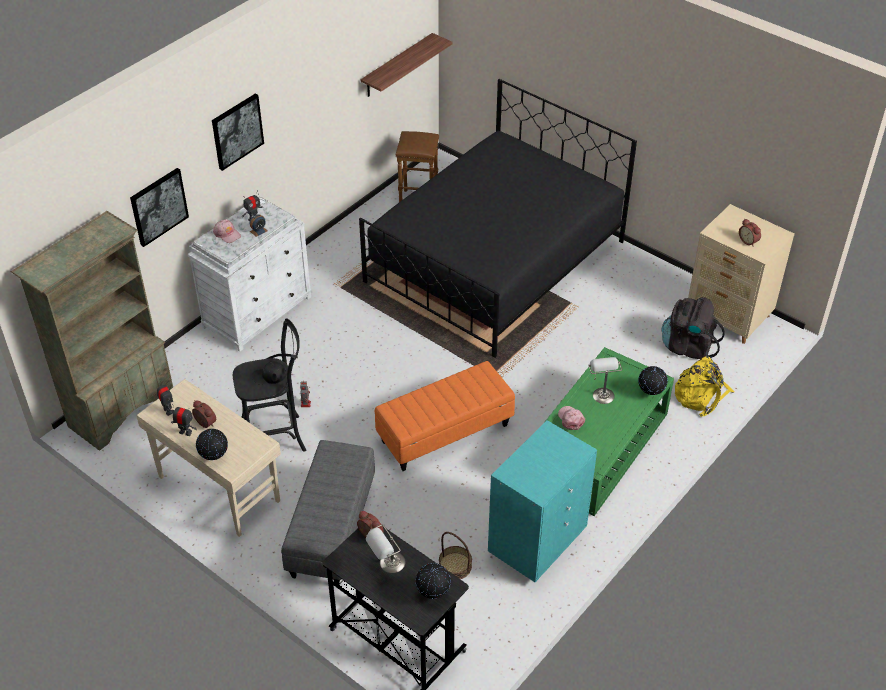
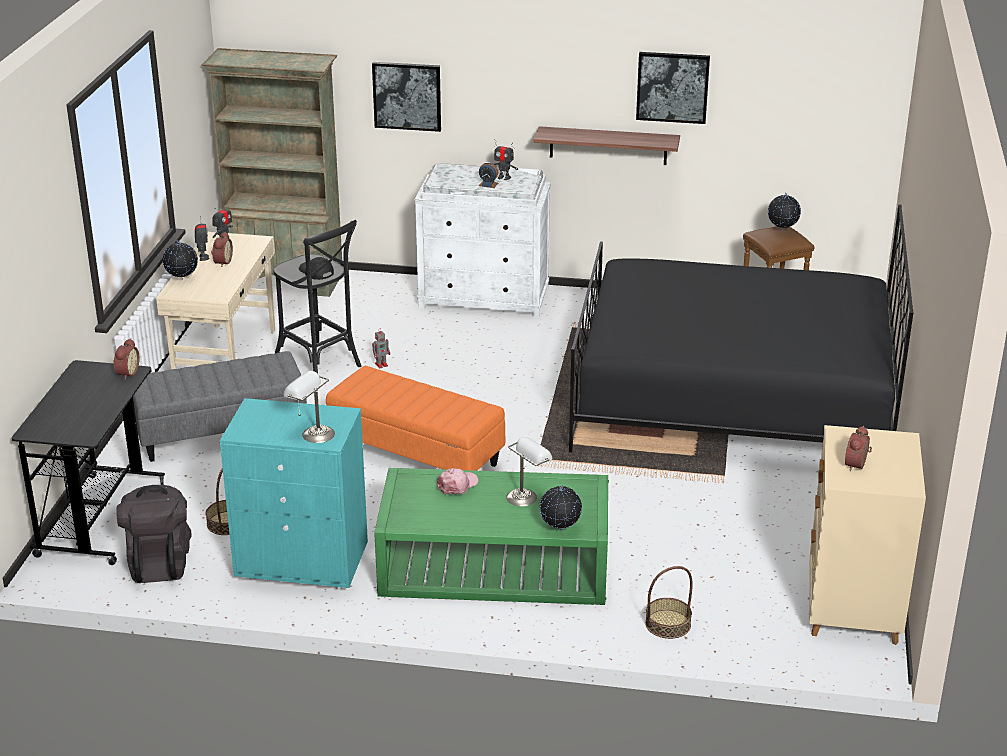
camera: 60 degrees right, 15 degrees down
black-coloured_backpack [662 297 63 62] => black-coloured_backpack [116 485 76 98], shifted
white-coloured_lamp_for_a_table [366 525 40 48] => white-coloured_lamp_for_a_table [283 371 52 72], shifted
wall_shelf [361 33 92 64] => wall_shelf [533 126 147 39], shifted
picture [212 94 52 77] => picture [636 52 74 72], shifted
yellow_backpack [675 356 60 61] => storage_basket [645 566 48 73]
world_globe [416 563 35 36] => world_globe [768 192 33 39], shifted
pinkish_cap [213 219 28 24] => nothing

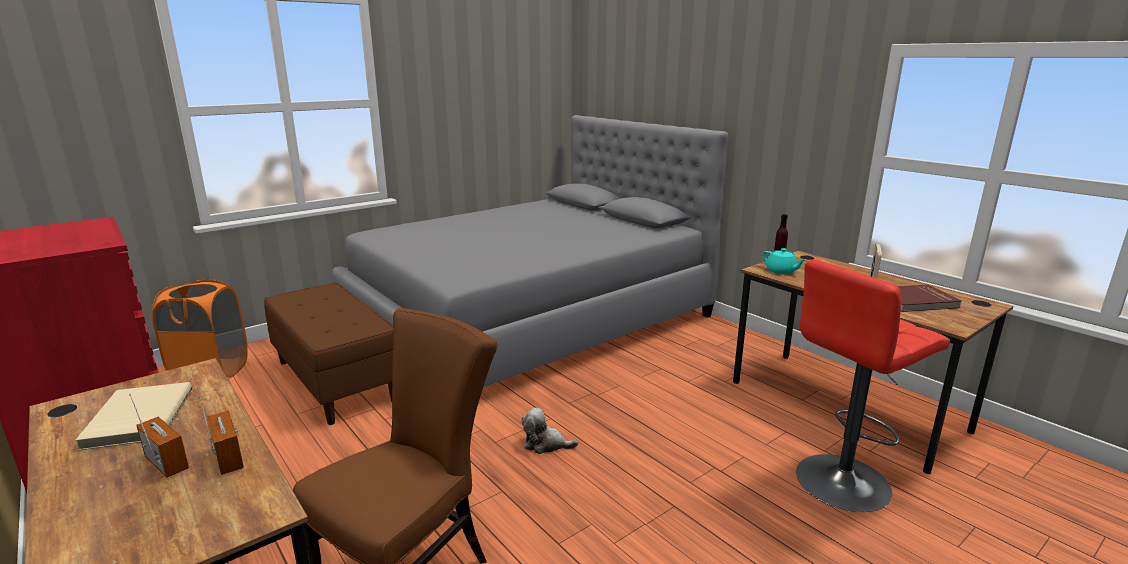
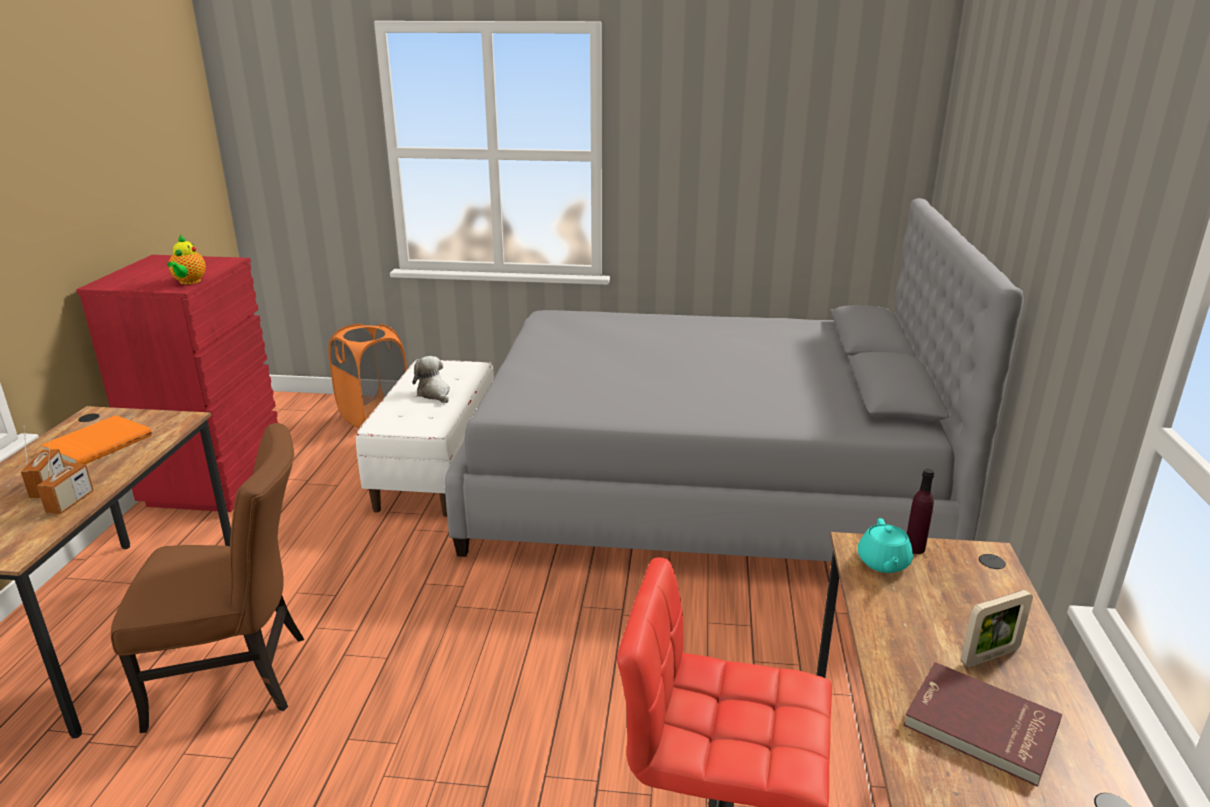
camera: 45 degrees right, 5 degrees up
beige-coloured_bound_book [75 382 117 68] => orange-coloured_bound_book [42 415 110 49]
nothing => pot_for_tea [167 235 39 49]
brown-coloured_bench [264 283 129 142] => white-coloured_bench [356 359 138 158]
soft_toy [521 408 57 46] => soft_toy [412 356 38 47], shifted

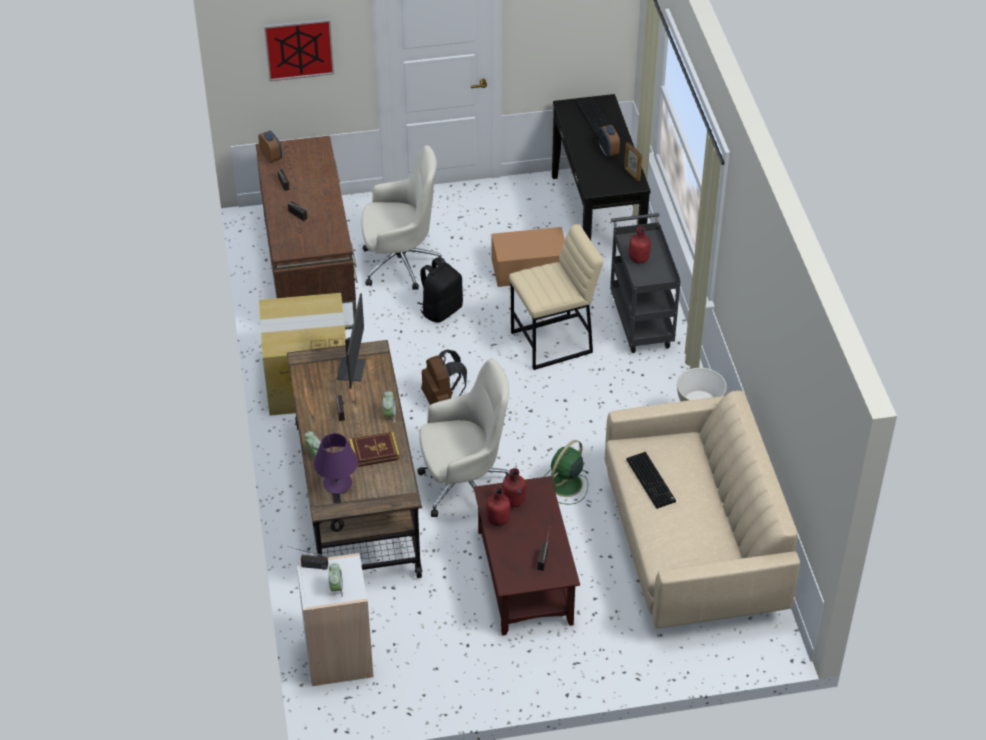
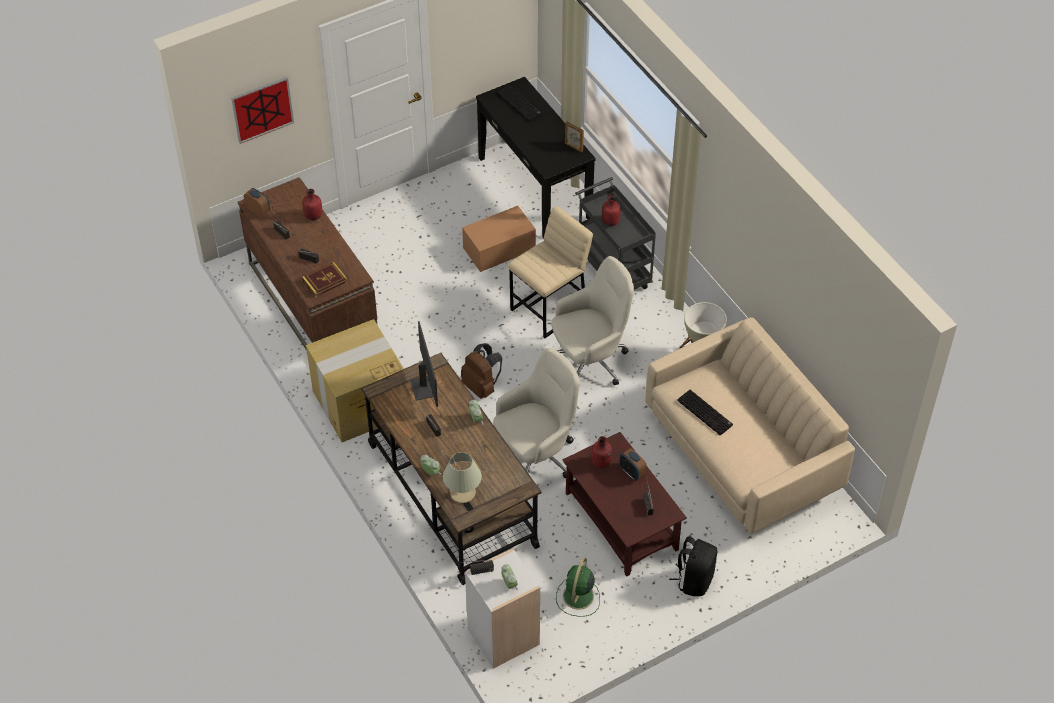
camera: 20 degrees left, 5 degrees up
red-coloured_bottle [486 487 25 39] => red-coloured_bottle [302 189 20 31], shifted
bound_book [349 432 51 35] => bound_book [302 262 45 35], shifted
purple_lamp_for_a_table [313 433 45 61] => beige-coloured_lamp_for_a_table [443 452 39 51]
beige-coloured_office_chair [362 145 83 145] => beige-coloured_office_chair [551 256 83 129], shifted
green_cooling_fan [544 440 45 65] => green_cooling_fan [556 557 44 60], shifted
alarm_clock [598 125 22 32] => alarm_clock [620 448 27 33], shifted
black-coloured_backpack [417 257 46 66] => black-coloured_backpack [669 536 48 60], shifted

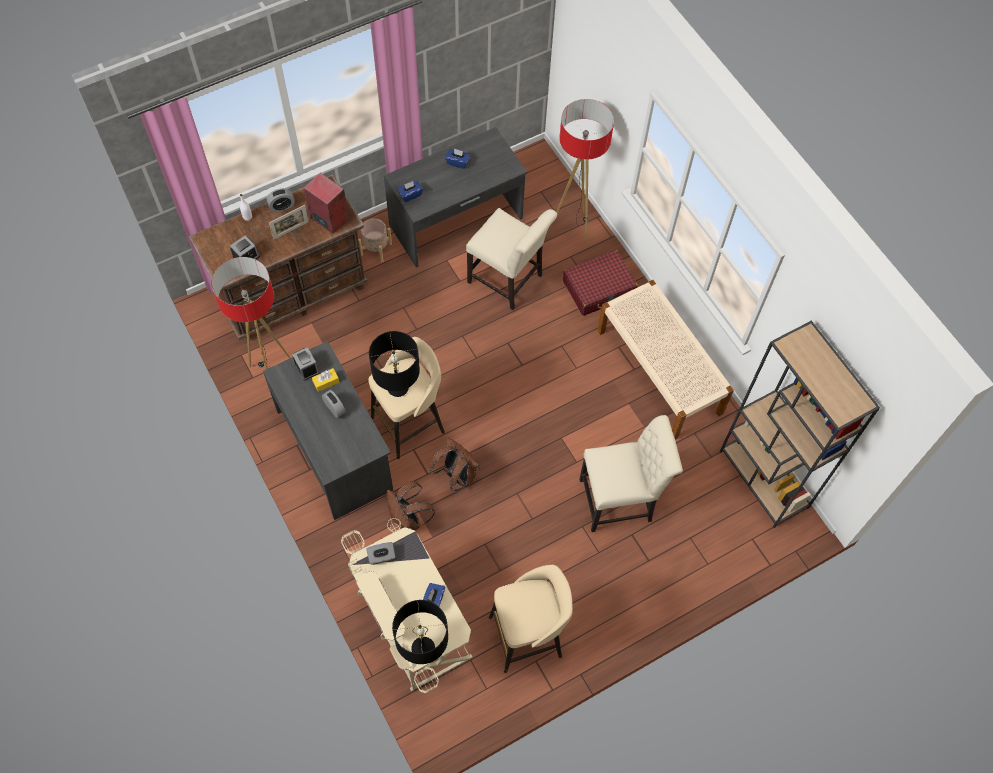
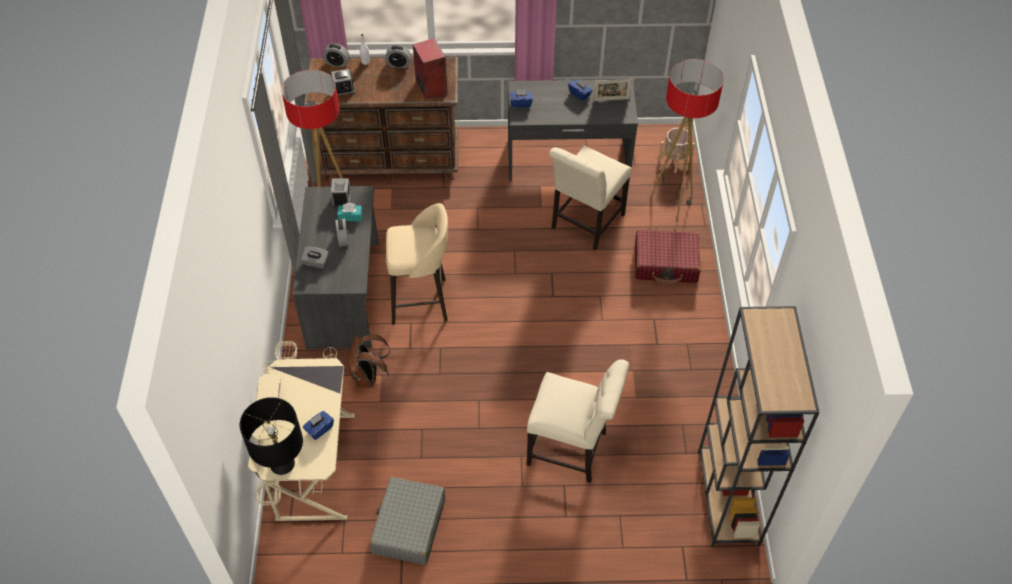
camera: 30 degrees right, 10 degrees down
greyish_tissue_box [366 542 29 23] => greyish_tissue_box [301 247 28 21], shifted
nothing => alarm_clock [323 43 26 24]
yellow_tissue_box [312 368 27 24] => blue-green_tissue_box [337 203 25 18]
beige-coloured_sitting_stool [489 565 84 108] => greyish_travel_case [370 477 75 88]
beige-coloured_plain_chair [466 208 91 102] => beige-coloured_plain_chair [549 146 83 104], 60 degrees clockwise
photo_frame [269 205 40 34] => photo_frame [593 79 39 22], shifted
beige-coloured_plant_pot [358 219 34 43] => beige-coloured_plant_pot [658 128 37 45], shifted
black-coloured_lamp_for_a_table [369 331 51 66] => nothing
brown-coloured_backpack [430 438 51 53] => nothing
beige-coloured_bench [597 280 137 160] => nothing

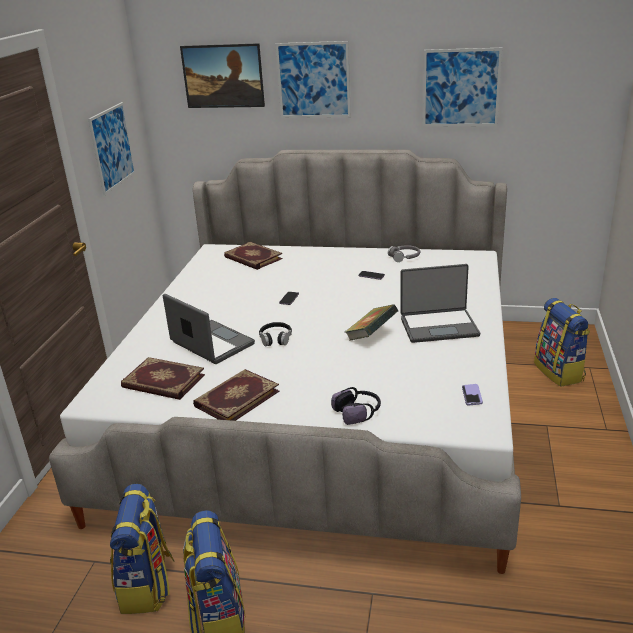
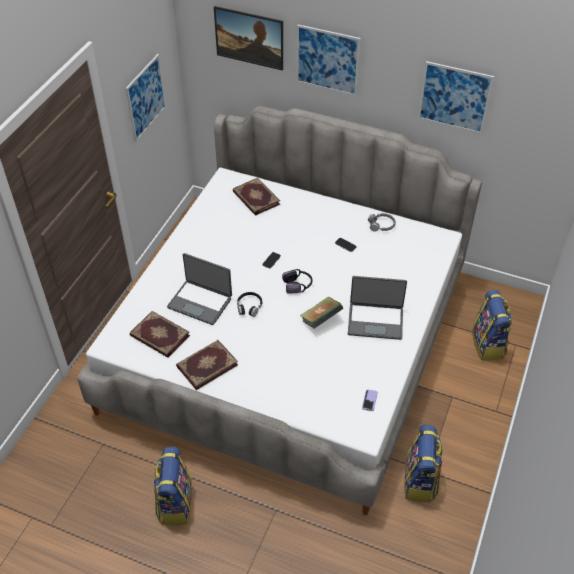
camera: 10 degrees right, 20 degrees up
portable_computer [163 294 92 70] => portable_computer [167 253 65 72], 150 degrees clockwise
headphones [331 387 50 38] => headphones [282 269 30 25], shifted
backpack [110 484 64 130] => backpack [404 425 38 78], shifted

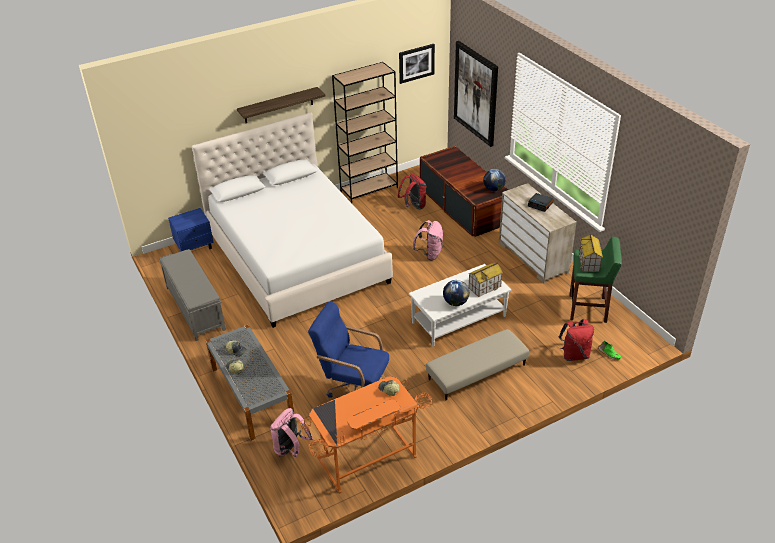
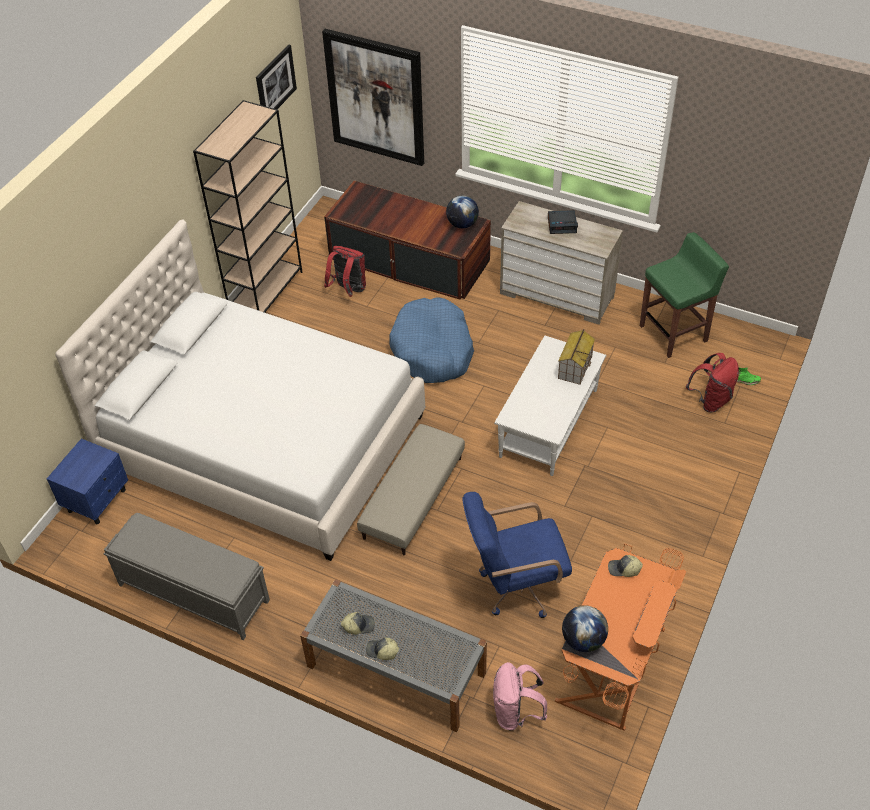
camera: 35 degrees left, 10 degrees up
beige-coloured_ottoman [426 329 103 71] => beige-coloured_ottoman [357 424 108 131], shifted
pinkish_backpack [413 220 30 41] => blue-coloured_pet_bed [389 297 85 86]
world_globe [443 280 26 26] => world_globe [562 605 46 47], shifted
wall_shelf [237 87 88 36] => nothing
miniature_house [579 234 24 38] => nothing

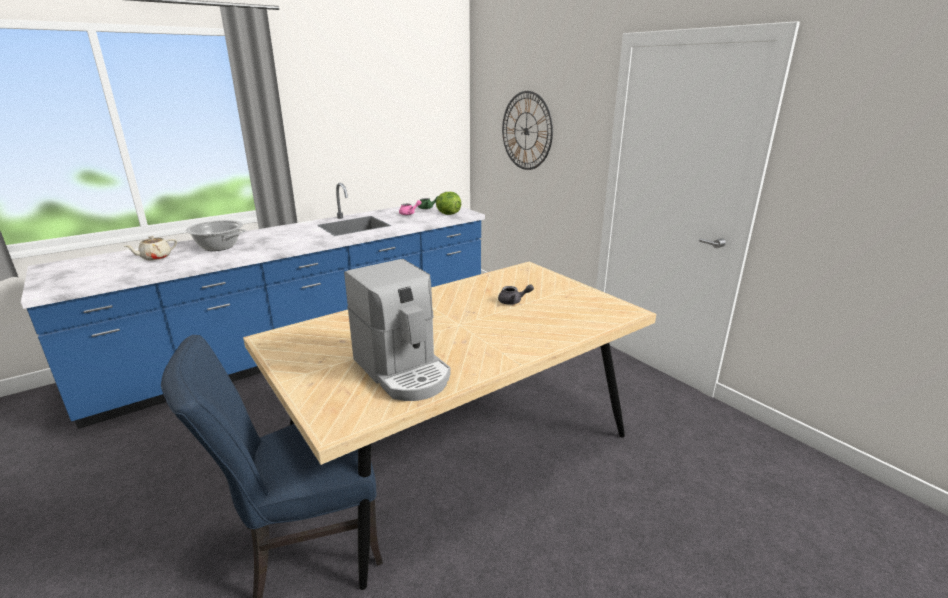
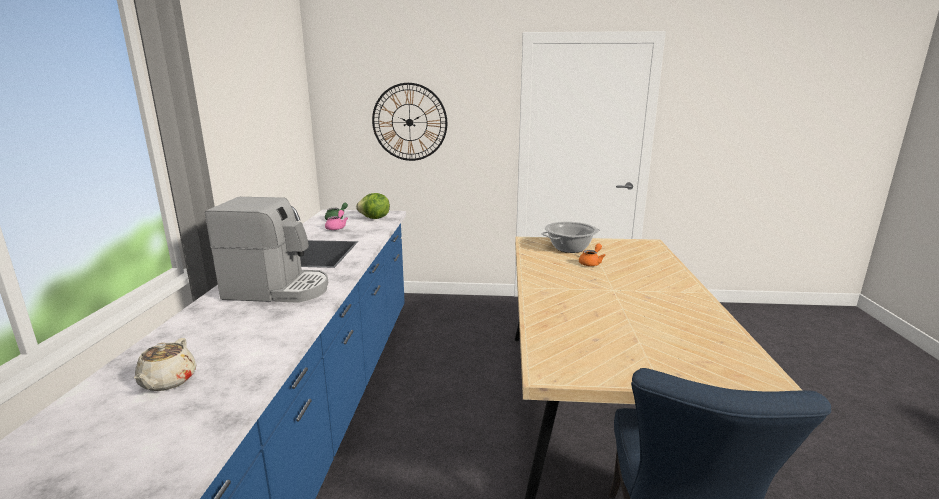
camera: 50 degrees left, 5 degrees down
coffee_machine [344 259 107 142] => coffee_machine [205 197 123 106], shifted
stockpot [185 220 61 31] => stockpot [541 222 59 31], shifted
greyish_pot_for_tea [498 284 36 21] => orange-coloured_pot_for_tea [579 244 27 22]

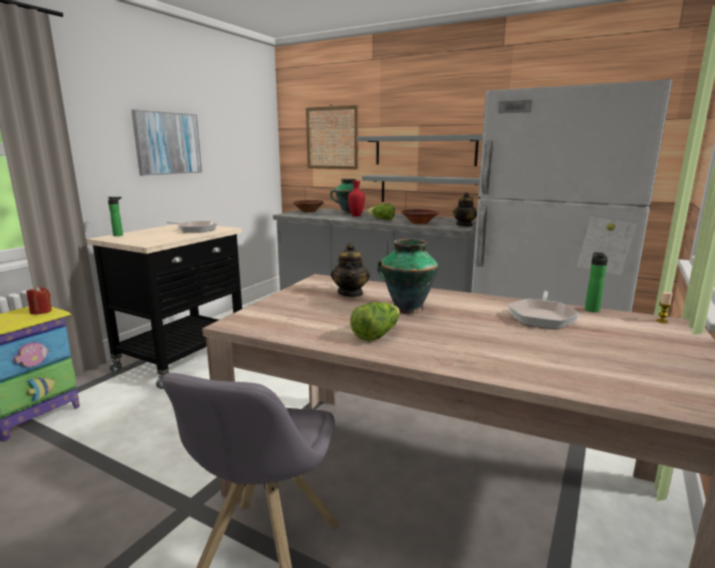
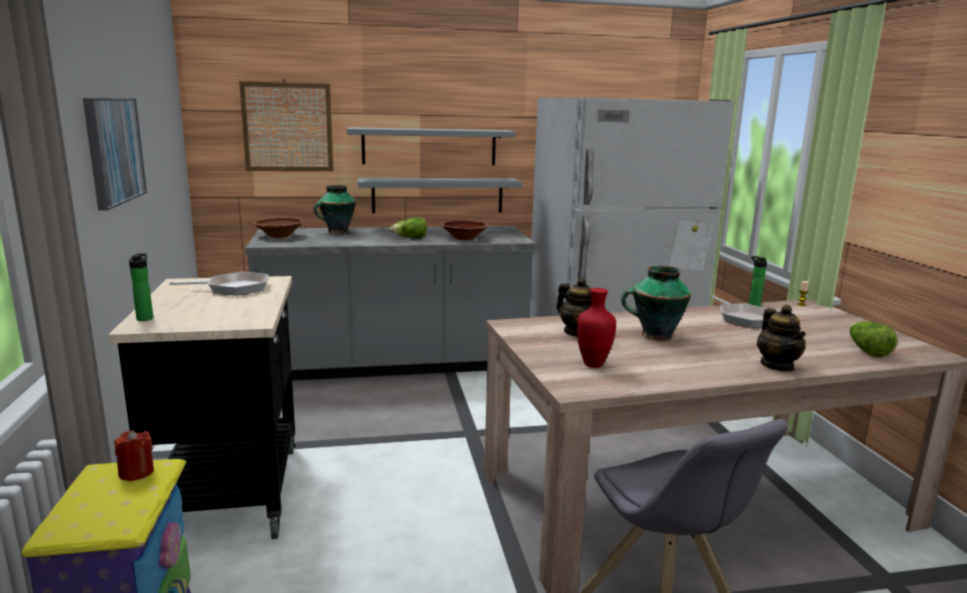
camera: 40 degrees left, 0 degrees up
red-coloured_flower_vase [348 181 17 36] => red-coloured_flower_vase [577 288 39 80], shifted
pot_for_tea [453 192 24 35] => pot_for_tea [757 305 49 67], shifted
lettuce_head [350 302 50 39] => lettuce_head [850 321 47 36], shifted

